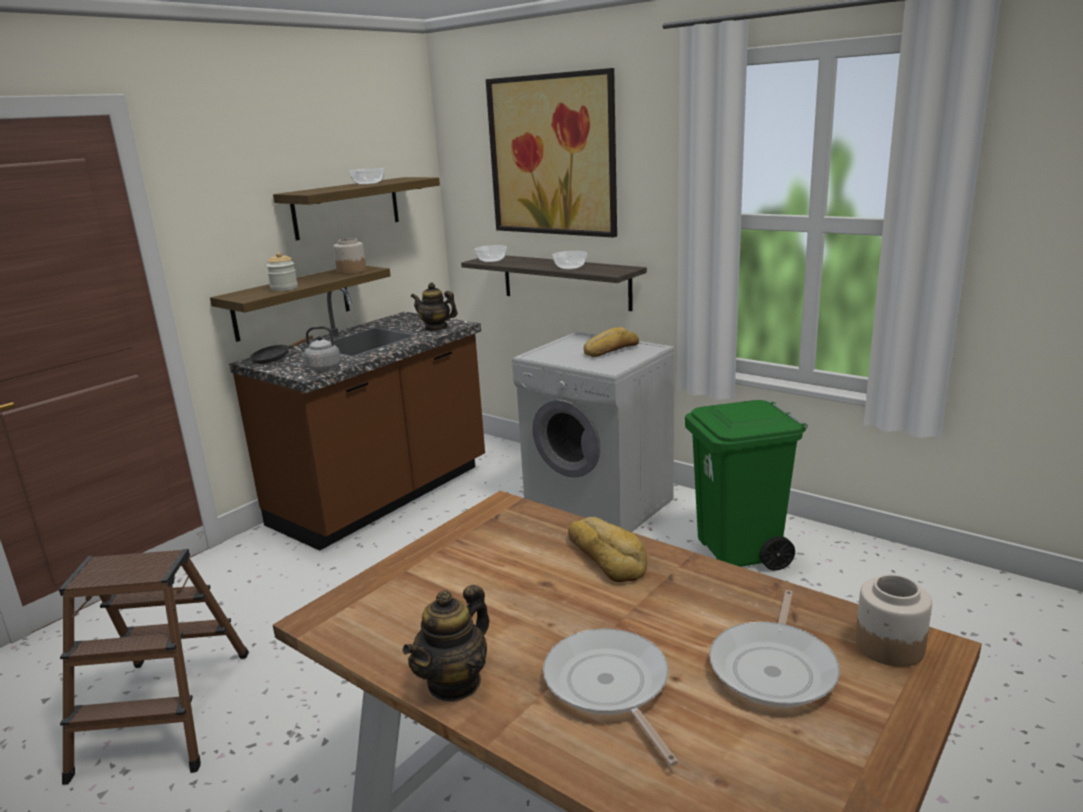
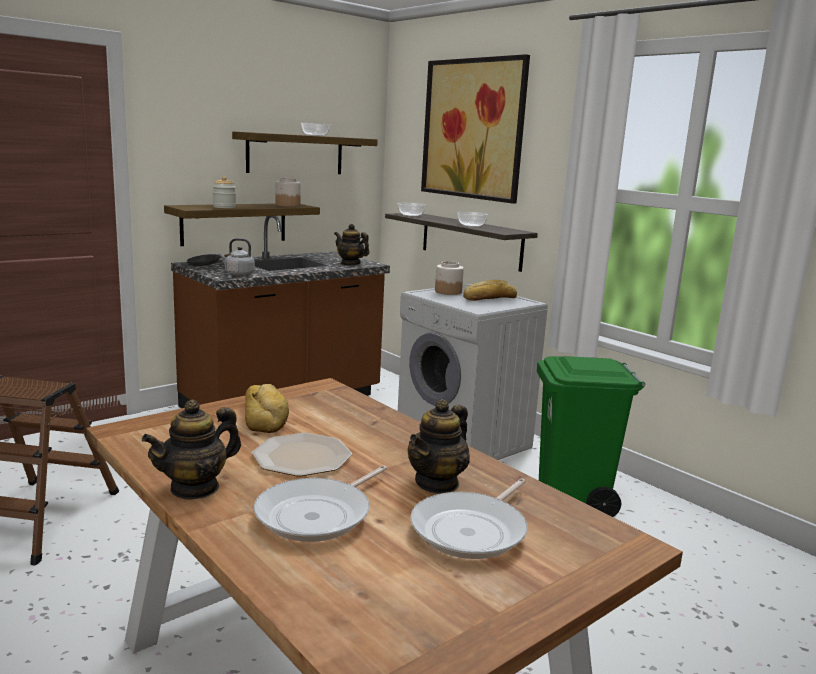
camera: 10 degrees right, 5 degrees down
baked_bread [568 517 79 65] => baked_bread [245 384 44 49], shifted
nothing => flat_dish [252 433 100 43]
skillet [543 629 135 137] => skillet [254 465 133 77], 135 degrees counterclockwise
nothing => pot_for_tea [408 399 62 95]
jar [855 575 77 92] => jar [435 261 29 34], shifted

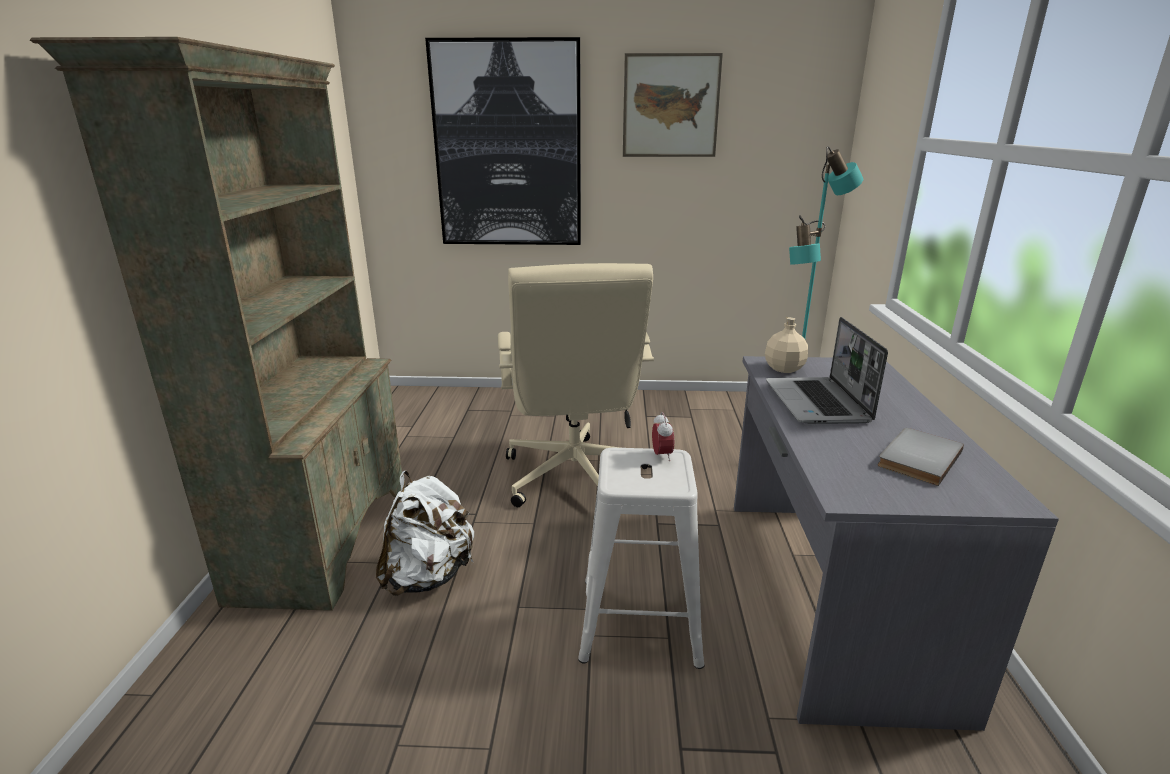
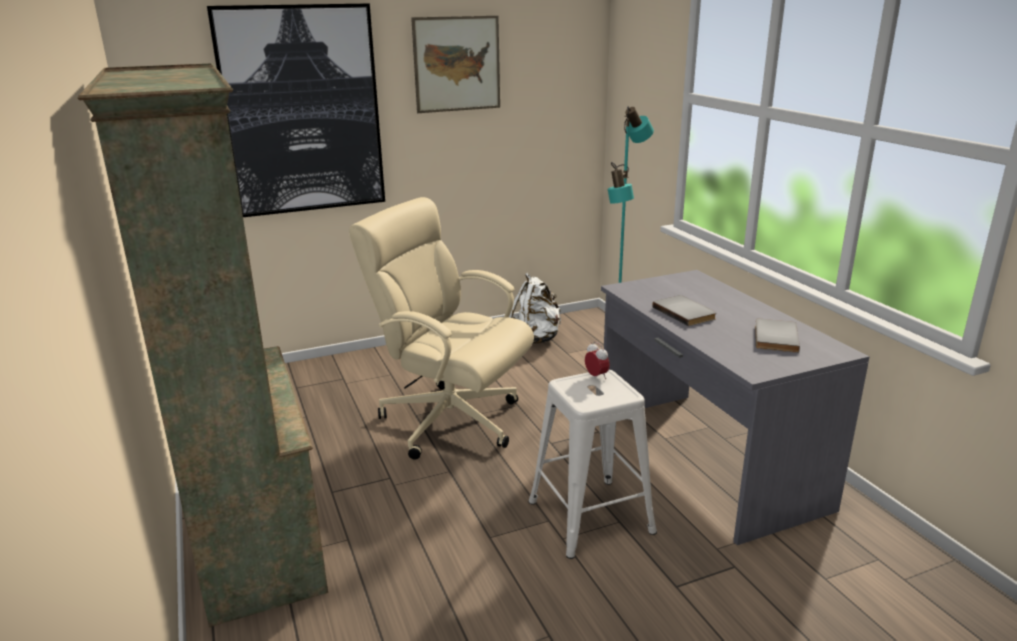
camera: 25 degrees left, 0 degrees up
beige-coloured_office_chair [498 263 156 244] => beige-coloured_office_chair [349 197 185 263], 150 degrees clockwise
white-coloured_backpack [376 470 98 126] => white-coloured_backpack [509 273 52 71], shifted
portable_computer [766 317 122 107] => greyish_bound_book [652 295 65 31]
beige-coloured_bottle [765 317 43 56] => nothing

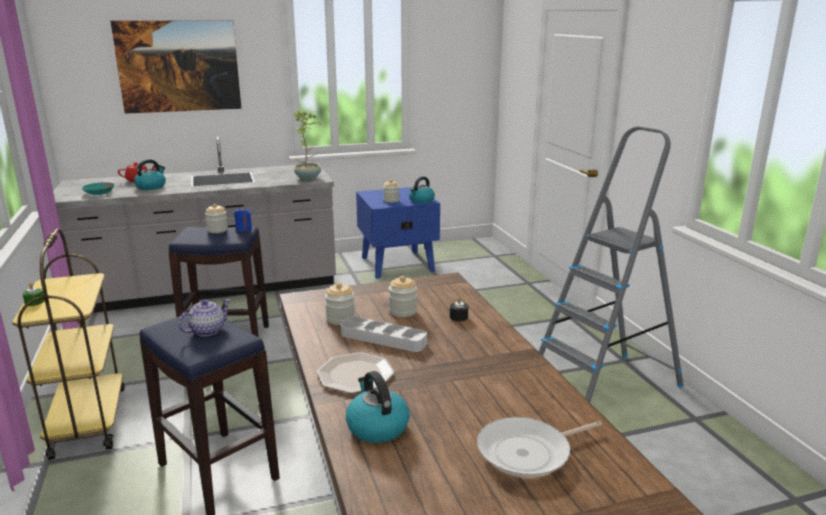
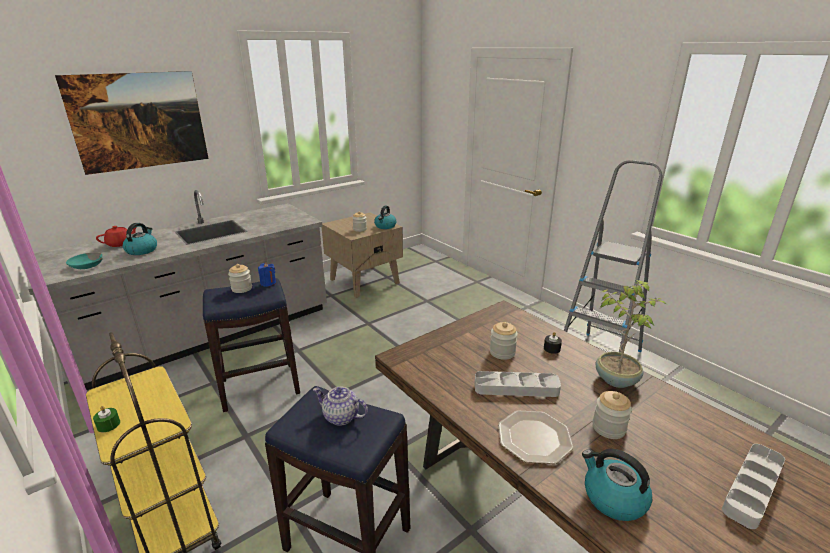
camera: 20 degrees left, 5 degrees up
pot_for_tea [178 299 53 37] => pot_for_tea [313 387 55 39], 90 degrees counterclockwise
blue-coloured_nightstand [356 187 84 92] => beige-coloured_nightstand [322 212 81 86]
jar [325 283 30 42] => jar [592 391 40 48], shifted
plant_in_a_pot [294 110 27 70] => plant_in_a_pot [596 280 71 108], shifted
skillet [477 417 125 61] => greyish_serving_tray [722 444 63 85]

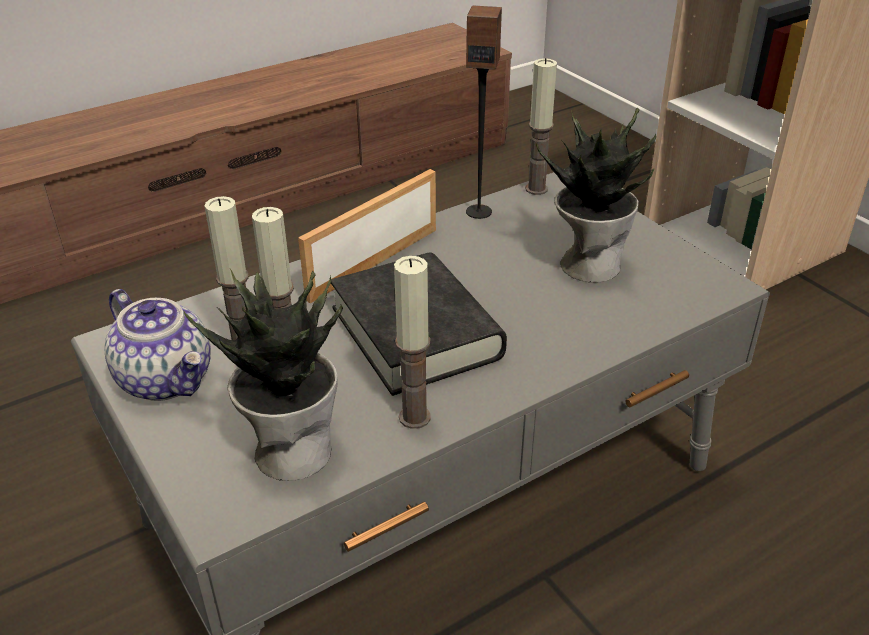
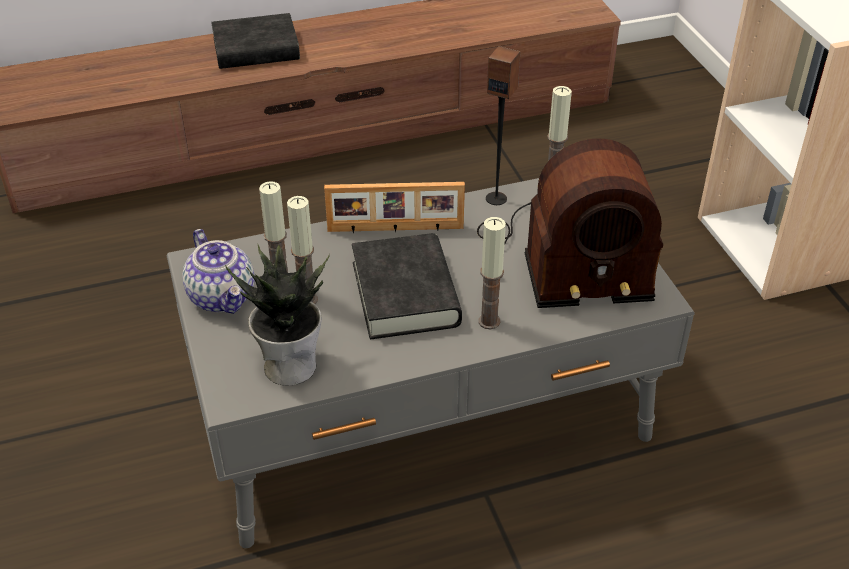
camera: 15 degrees right, 5 degrees up
nothing => black-coloured_bound_book [211 13 89 56]
photo_frame [298 169 138 134] => photo_frame [324 182 141 51], 150 degrees counterclockwise
plant_in_a_pot [536 107 120 176] => radio_set [477 139 186 169]
wax_candle [394 256 37 173] => wax_candle [479 217 27 112], shifted

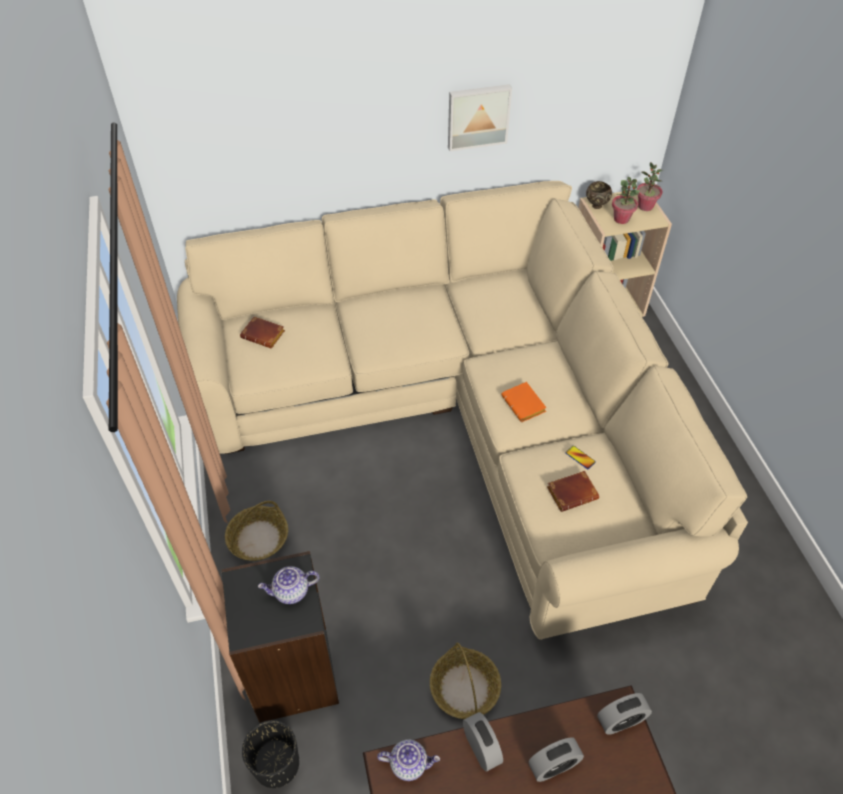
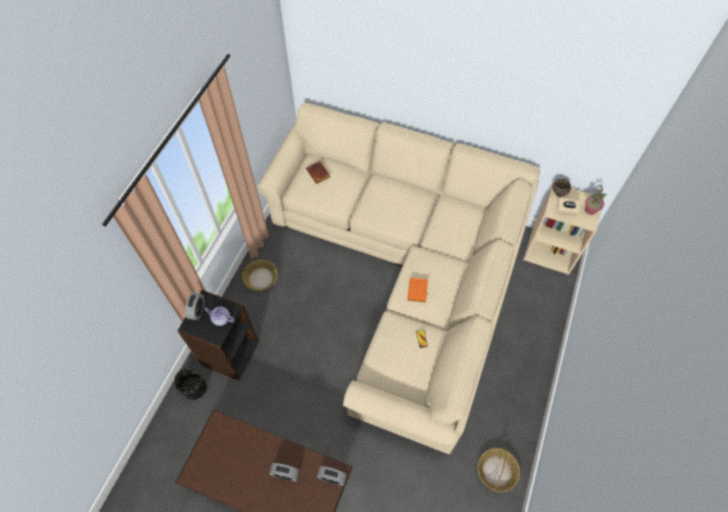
camera: 35 degrees right, 10 degrees up
alarm_clock [463 712 40 59] => alarm_clock [185 293 20 27], shifted
storage_basket [430 643 71 76] => storage_basket [478 448 42 44], shifted
plant_in_a_pot [612 177 27 47] => beige-coloured_tissue_box [558 198 23 18]
pot_for_tea [377 739 63 42] => nothing
picture [448 84 64 67] => nothing
brown-coloured_bound_book [547 471 52 41] => nothing

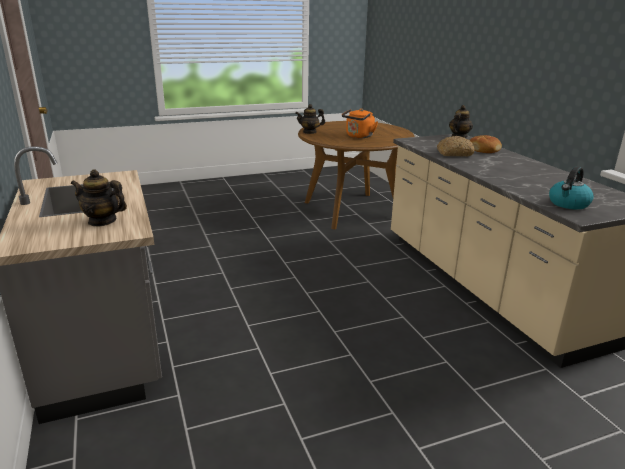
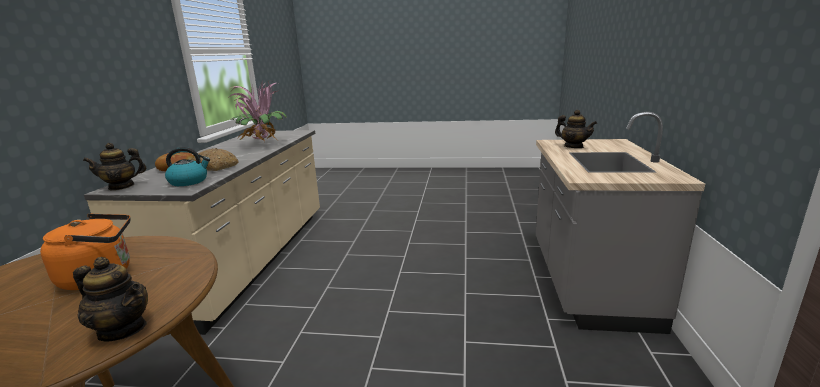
camera: 150 degrees left, 5 degrees down
kettle [549 166 45 44] => kettle [165 147 45 39], shifted
nothing => plant_in_a_pot [228 80 59 62]

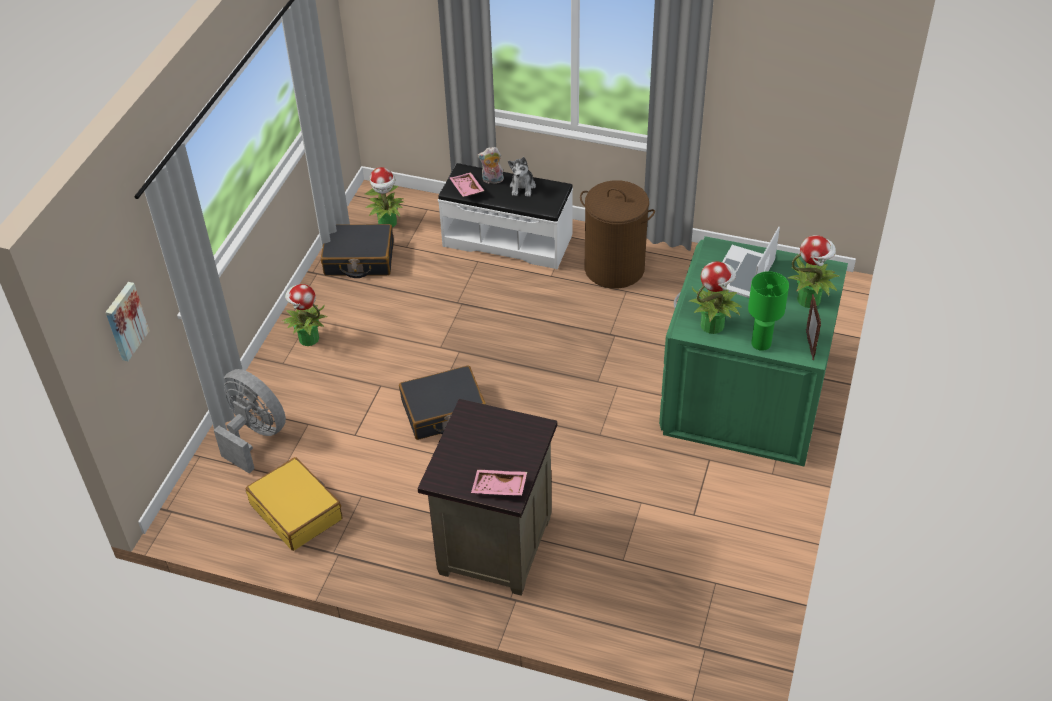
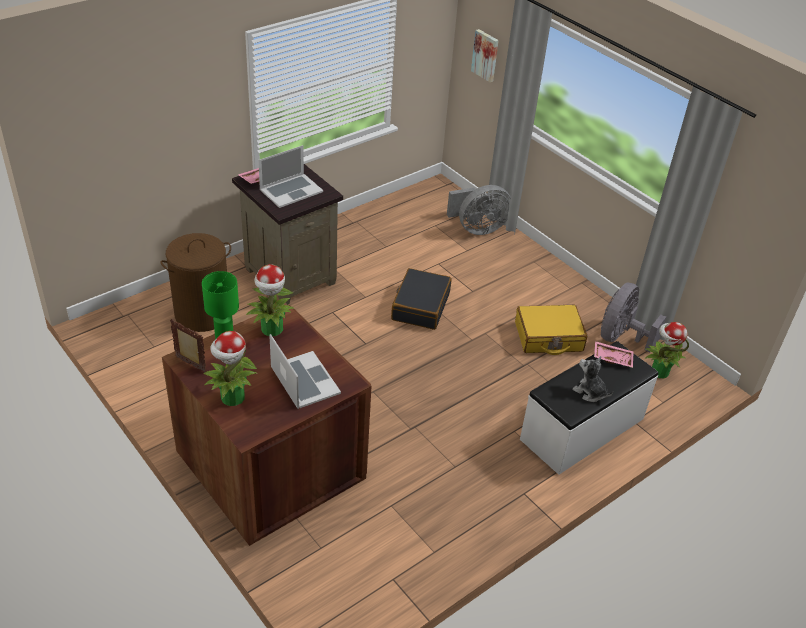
camera: 120 degrees right, 5 degrees down
brown-coloured_laundry_basket [580 180 75 109] => brown-coloured_laundry_basket [160 233 71 99], shifted
green_drawer_chest [659 236 189 231] => brown-coloured_drawer_chest [162 303 209 243]
nothing => portable_computer [258 145 65 63]
yellow_travel_case [246 457 96 94] => yellow_travel_case [515 305 72 50], shifted
black-coloured_travel_case [321 224 73 54] => greyish_cooling_fan [601 282 66 70]
plant_in_a_pot [282 284 45 62] => nothing
soft_toy [477 147 27 37] => nothing

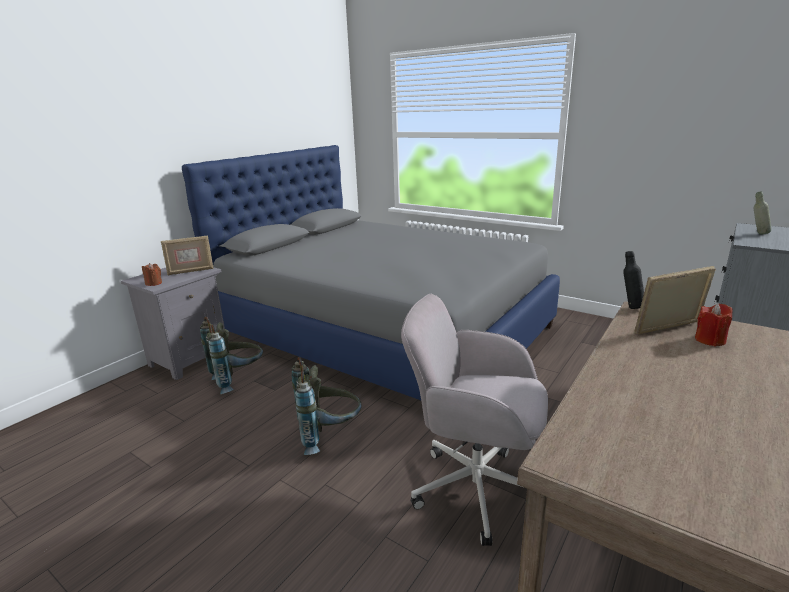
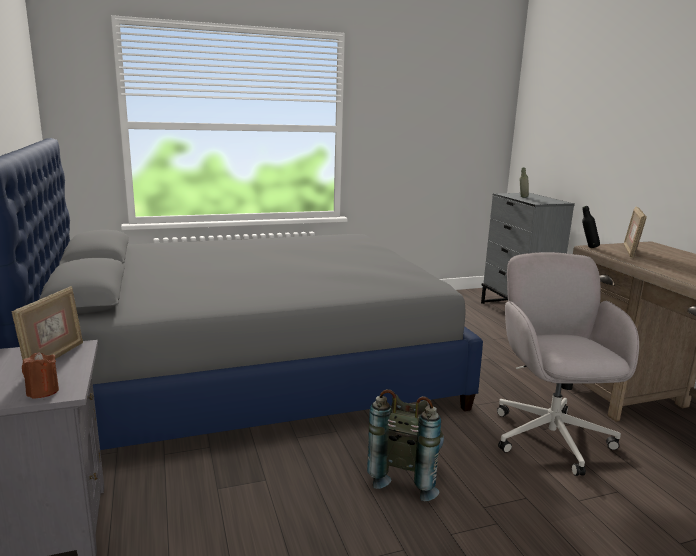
camera: 55 degrees left, 5 degrees down
greyish_office_chair [401 294 147 252] => greyish_office_chair [497 252 142 224], 120 degrees clockwise
greyish_backpack [200 317 63 77] => nothing
red-coloured_wax_candle [695 303 37 44] => nothing

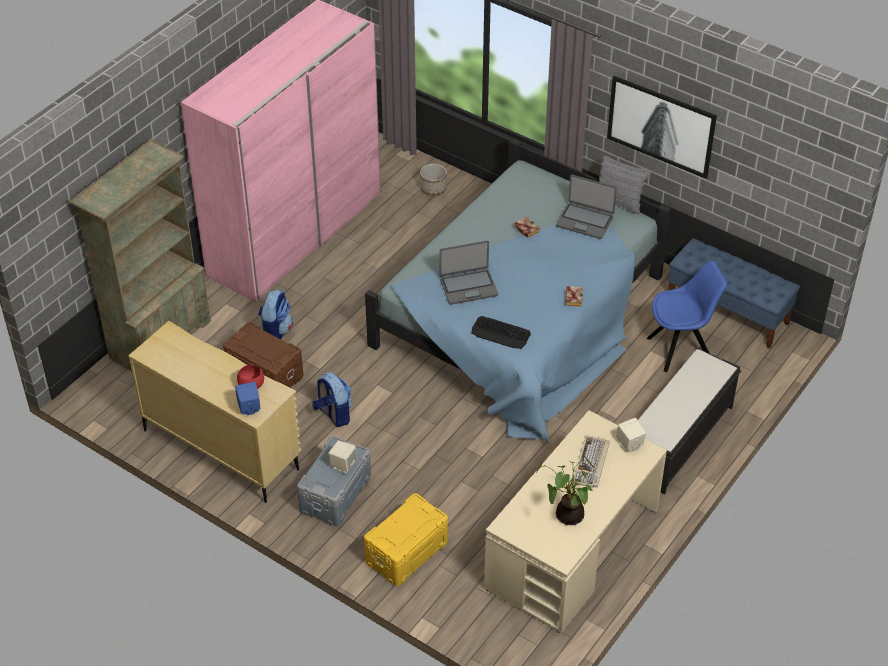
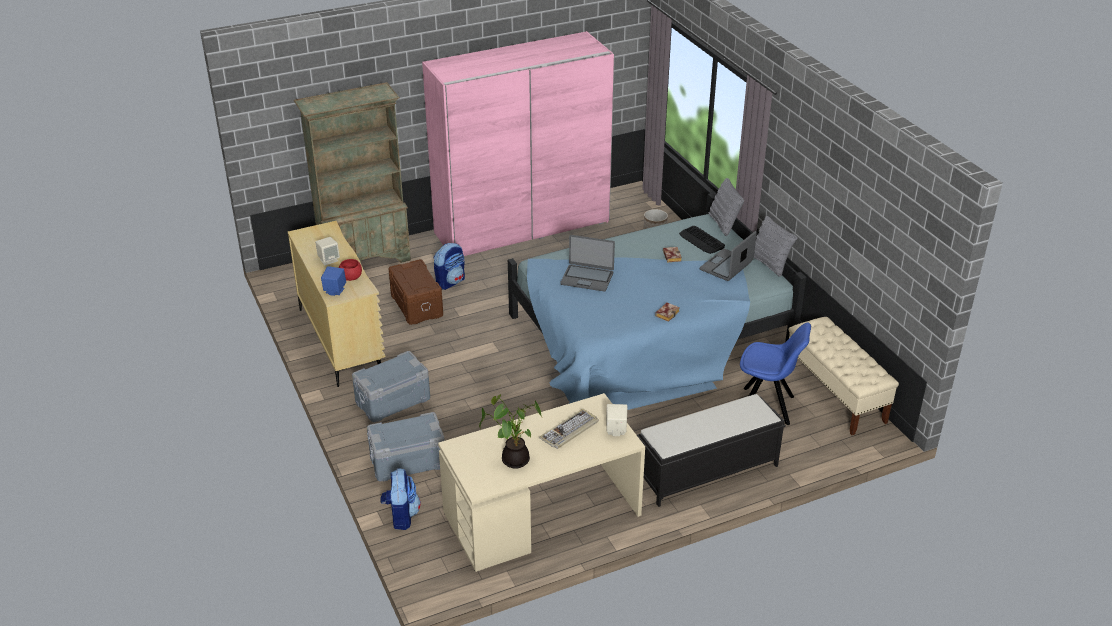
camera: 30 degrees right, 10 degrees down
beige-coloured_speaker [328 440 30 34] => beige-coloured_speaker [315 237 25 28], shifted
yellow_storage_bin [364 493 84 93] => greyish_storage_bin [367 412 78 70]
backpack [312 372 40 55] => backpack [380 468 41 62], shifted
computer_keyboard [471 316 60 33] => computer_keyboard [679 226 46 28], shifted
portable_computer [556 175 61 64] => portable_computer [700 231 57 50], 75 degrees clockwise
nothing => greyish_pillow [709 178 35 58]
blue-coloured_bench [668 238 132 111] => beige-coloured_bench [789 317 110 118]
picture [607 76 110 103] => nothing

